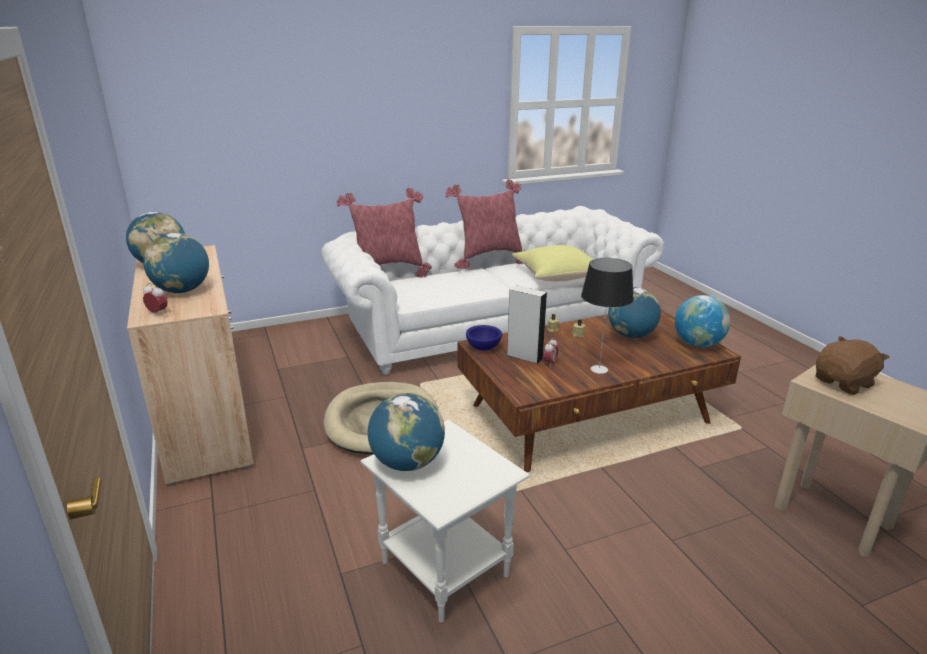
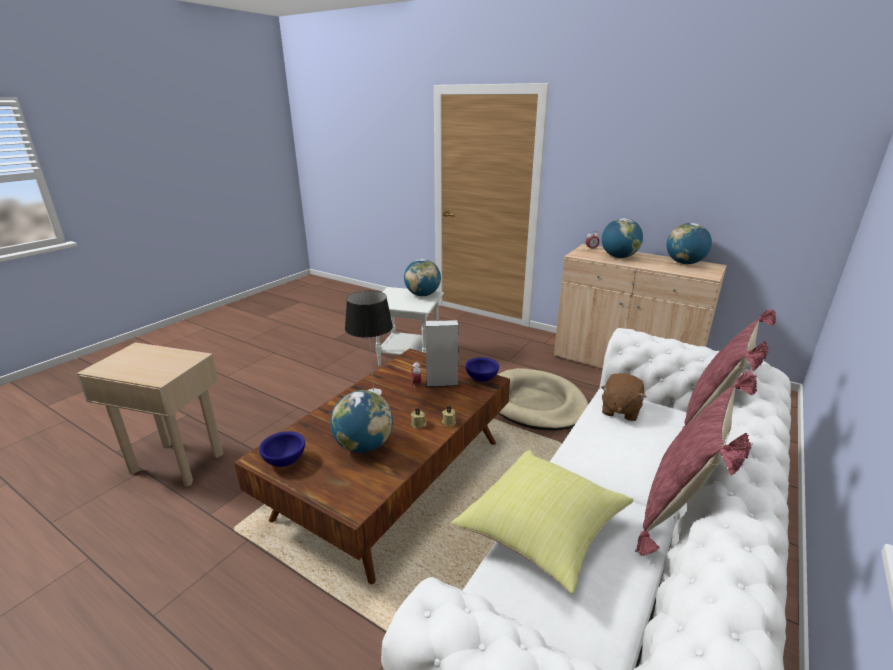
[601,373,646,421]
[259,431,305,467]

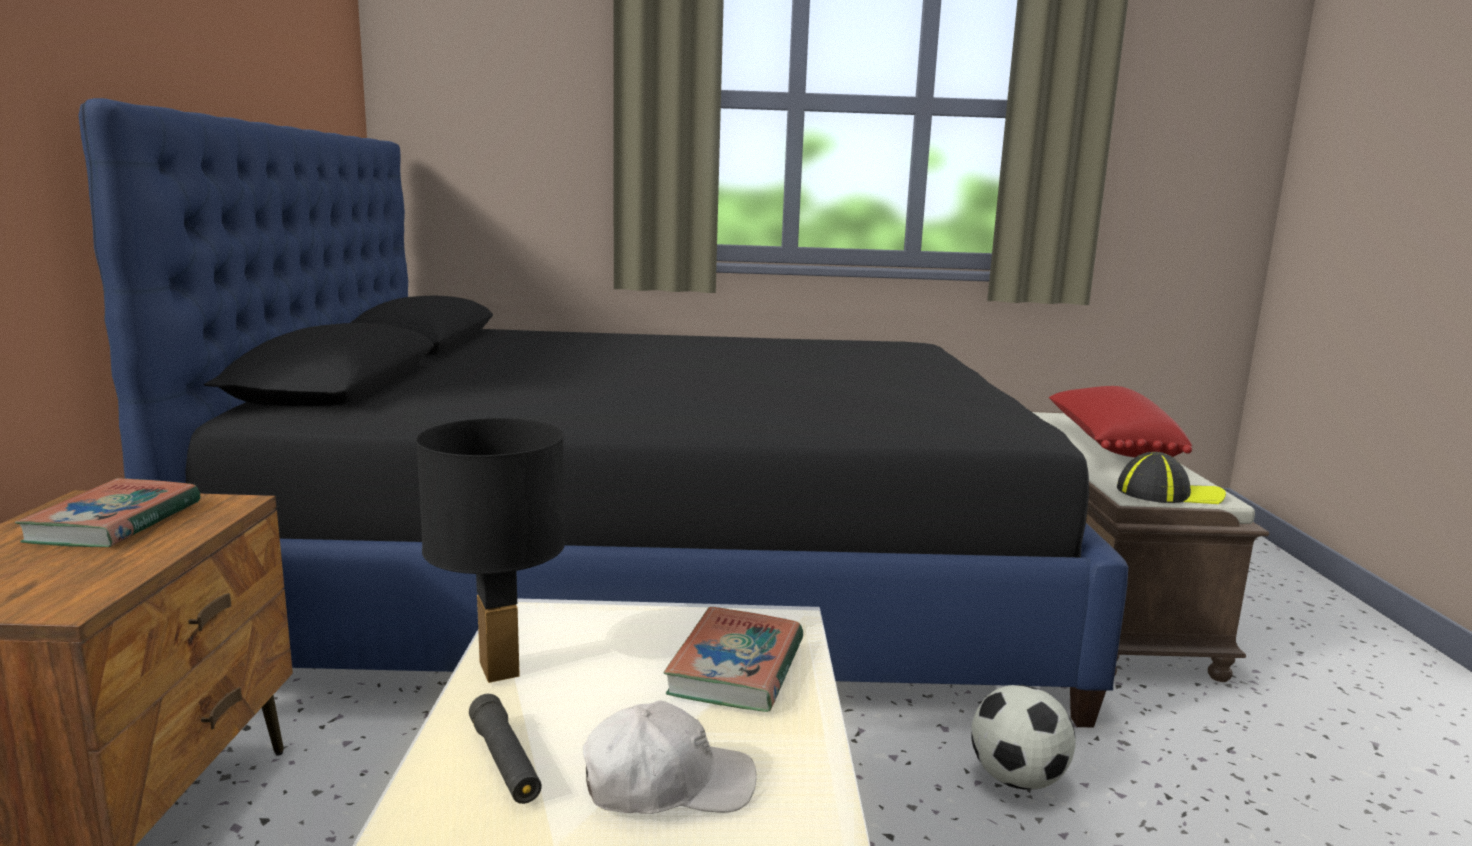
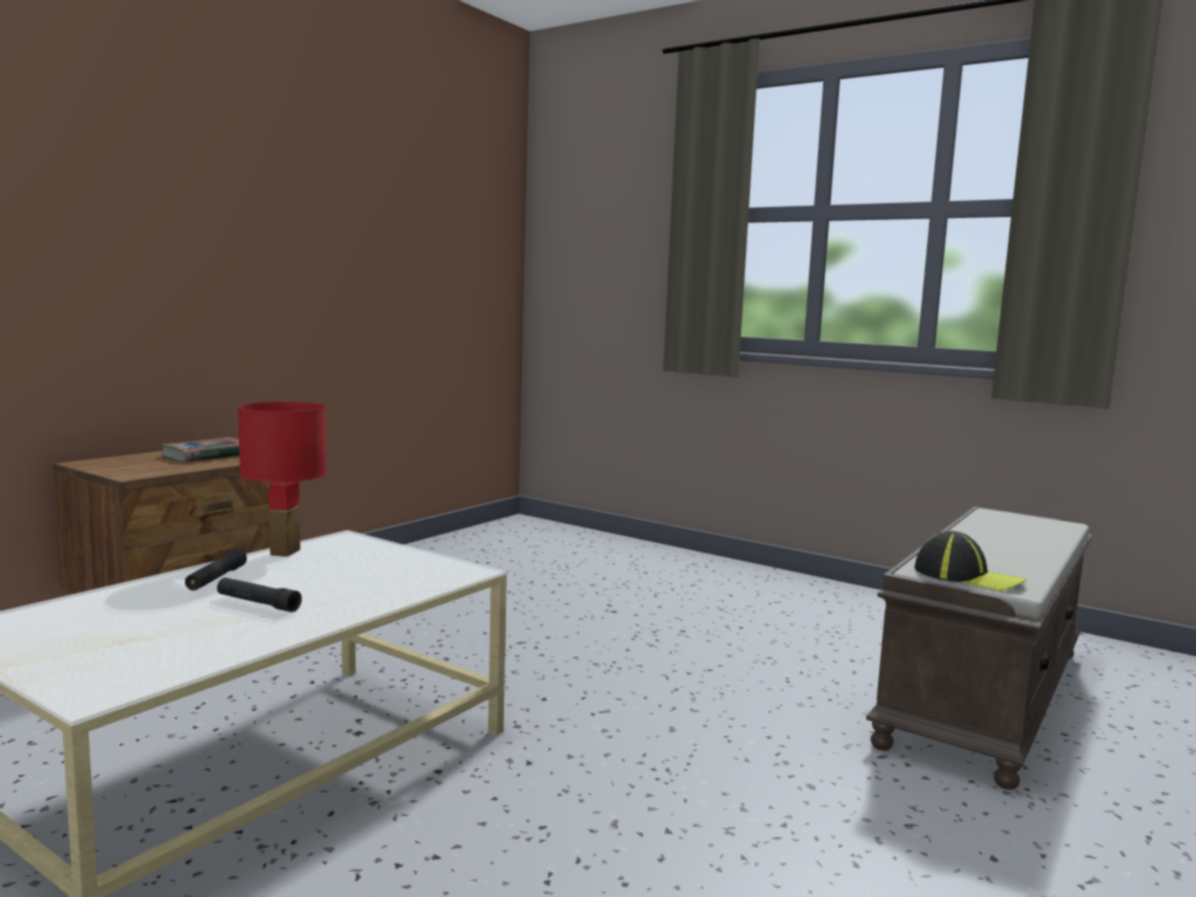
[78,98,1128,728] (first image)
[663,607,803,712] (first image)
[971,685,1076,790] (first image)
[1049,386,1192,457] (first image)
[217,578,302,612]
[238,402,327,557]

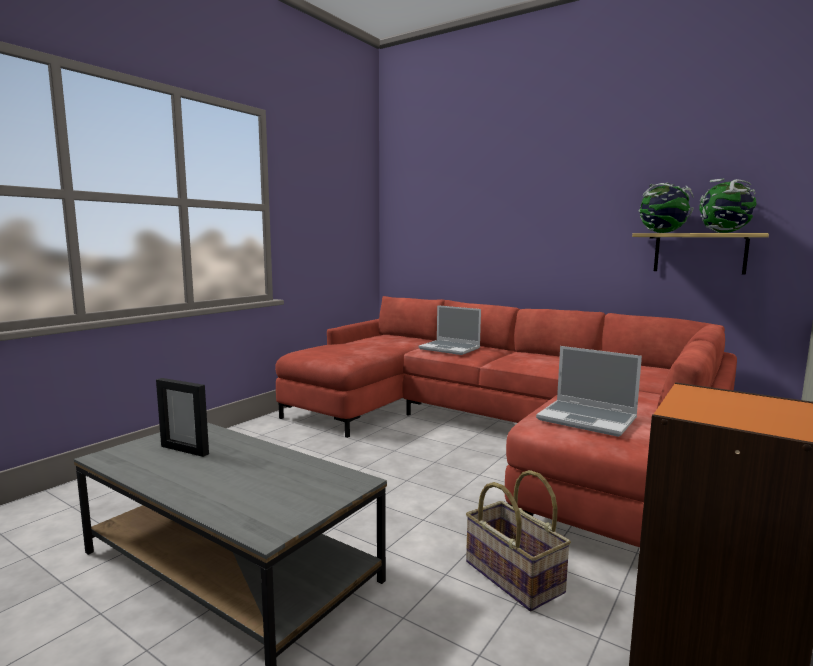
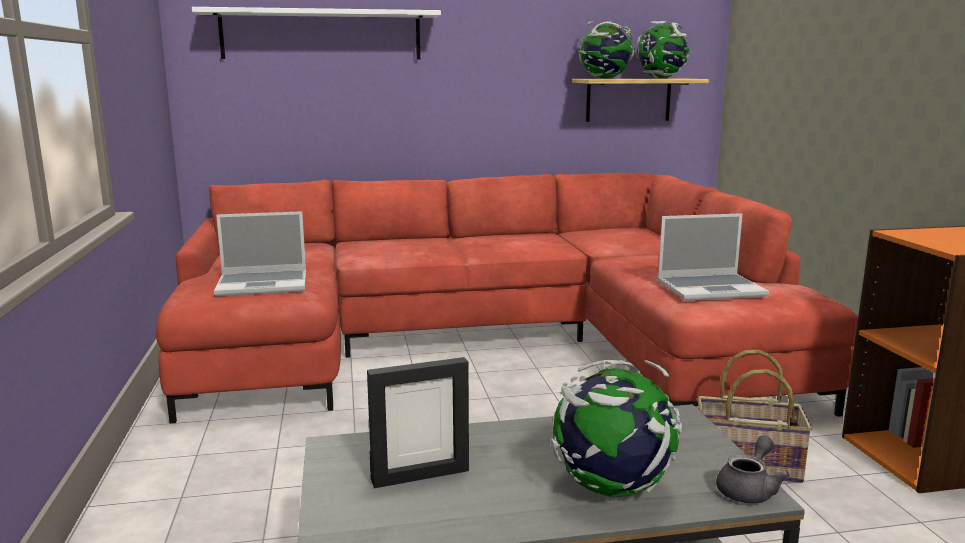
[192,7,441,59]
[550,360,682,497]
[716,435,790,504]
[214,211,306,296]

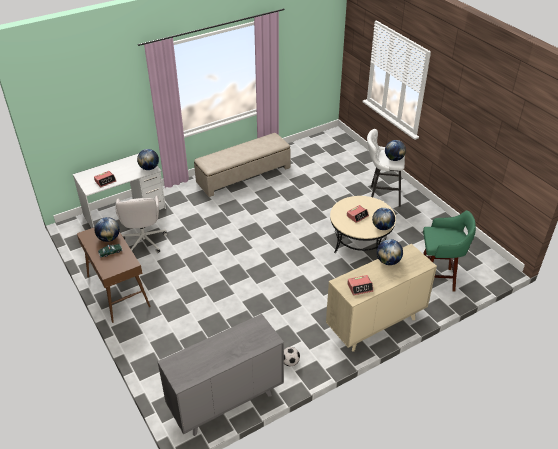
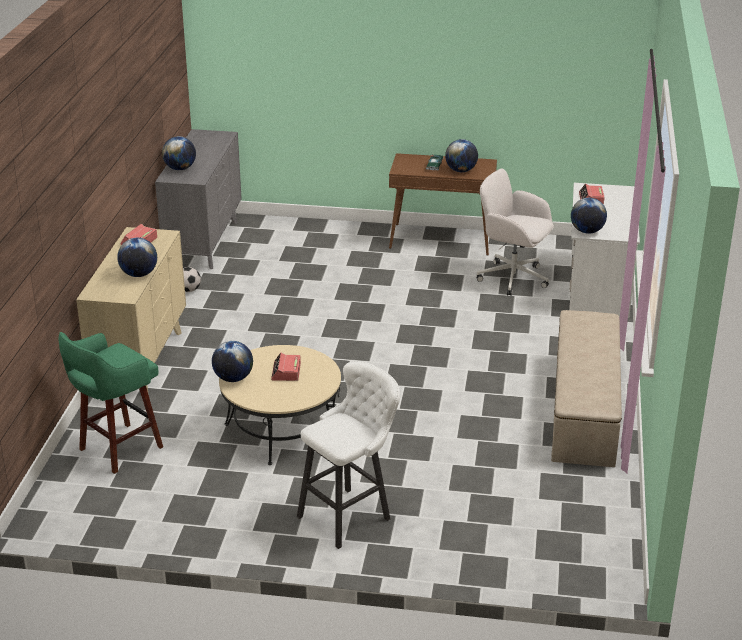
[162,136,196,170]

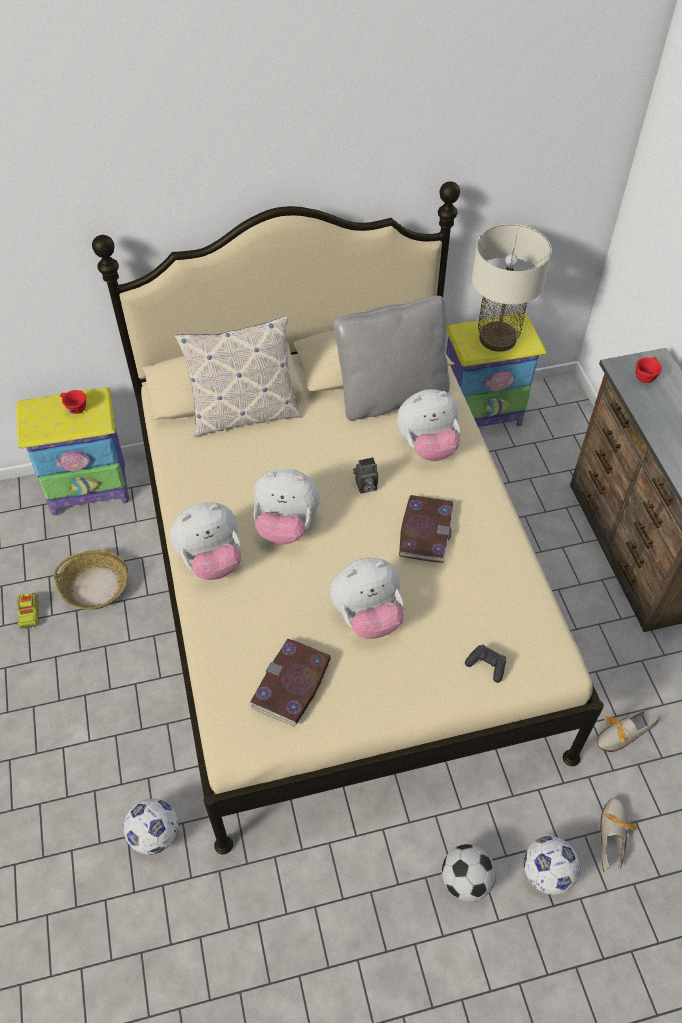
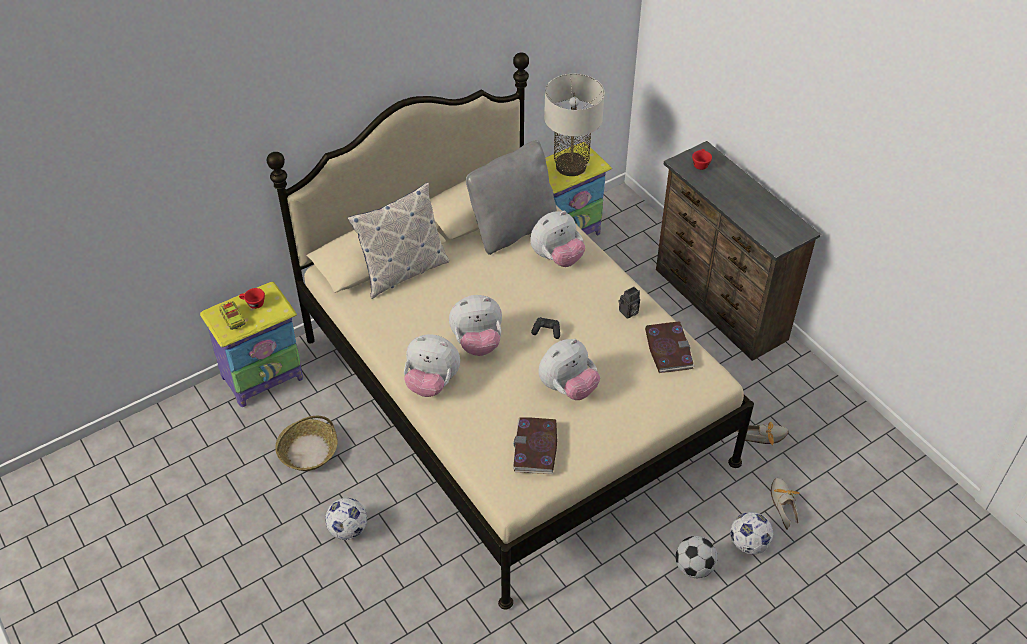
[219,301,246,330]
[325,498,367,540]
[619,287,640,319]
[645,321,695,373]
[531,317,560,339]
[404,334,460,397]
[735,422,789,446]

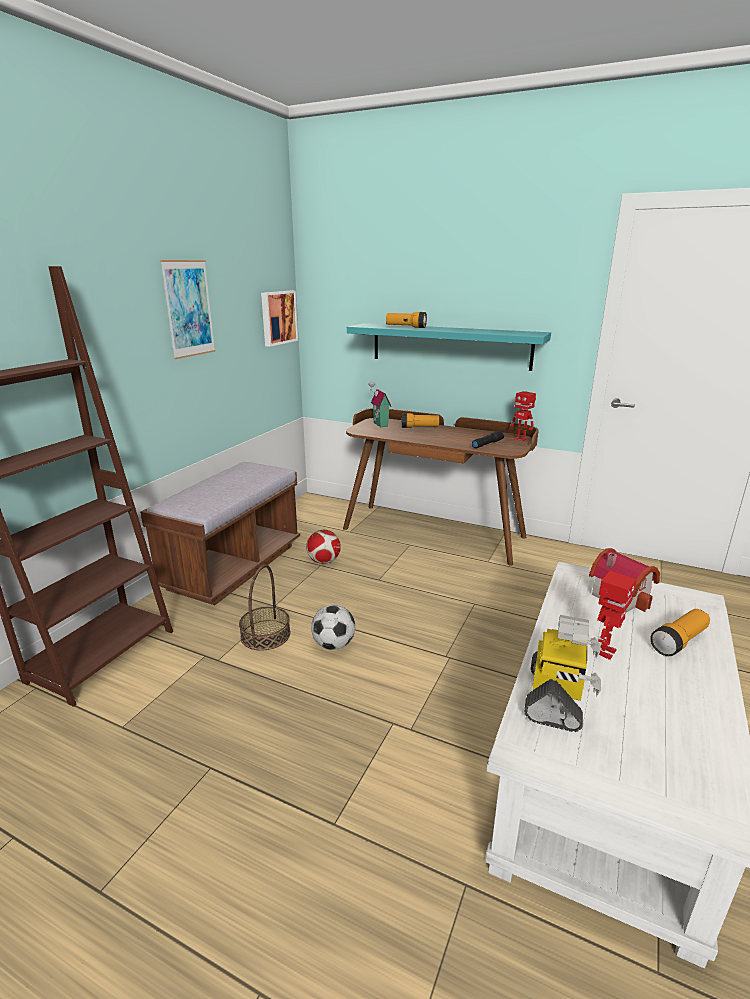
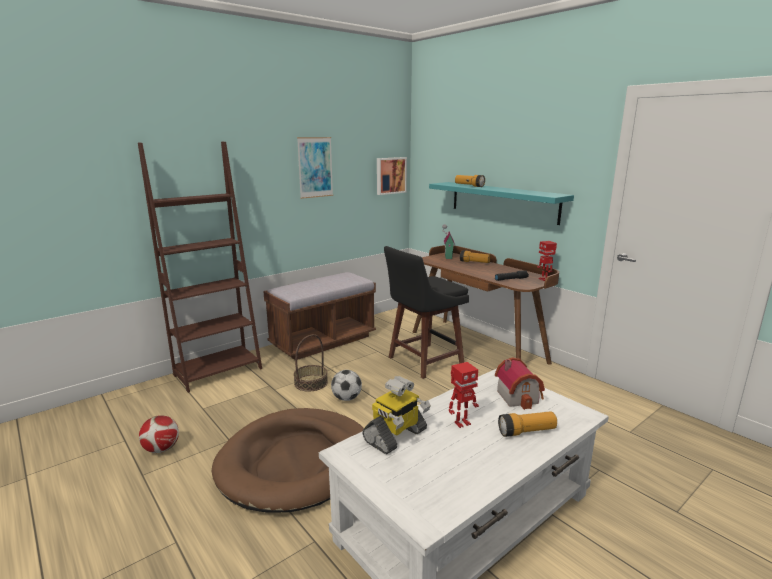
[212,408,364,513]
[384,246,469,379]
[139,415,179,453]

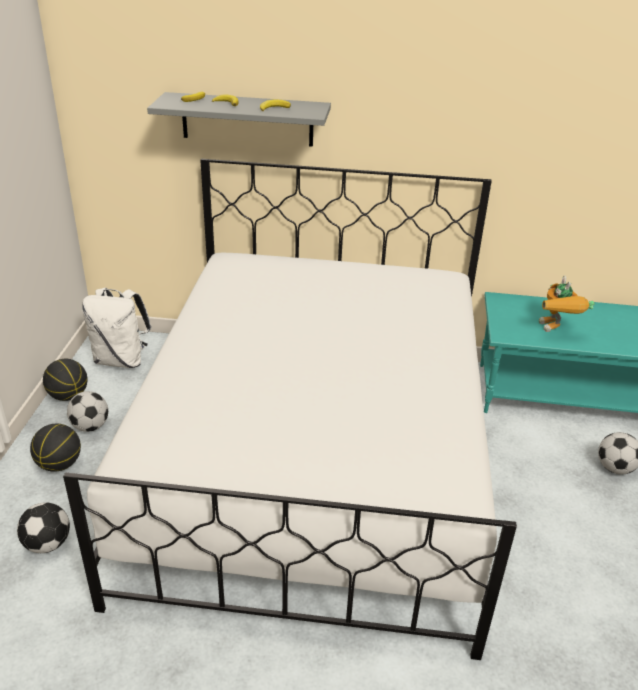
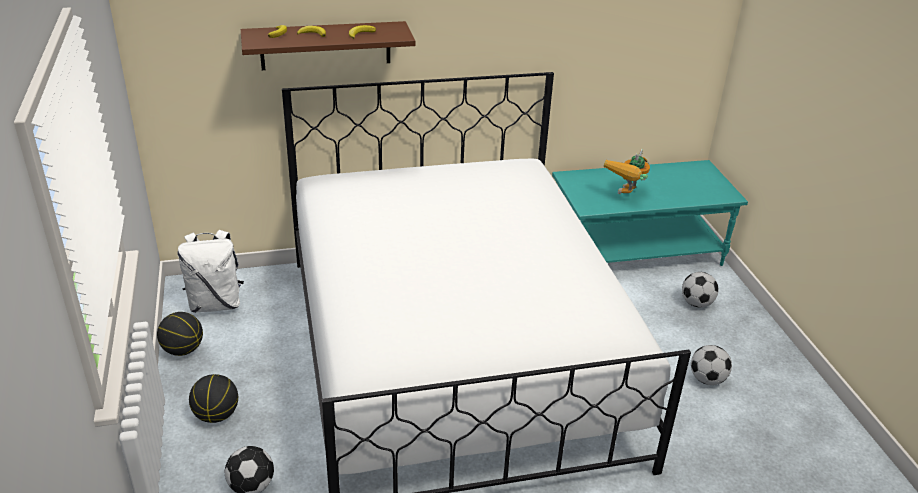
[691,345,732,385]
[241,21,415,70]
[604,149,650,194]

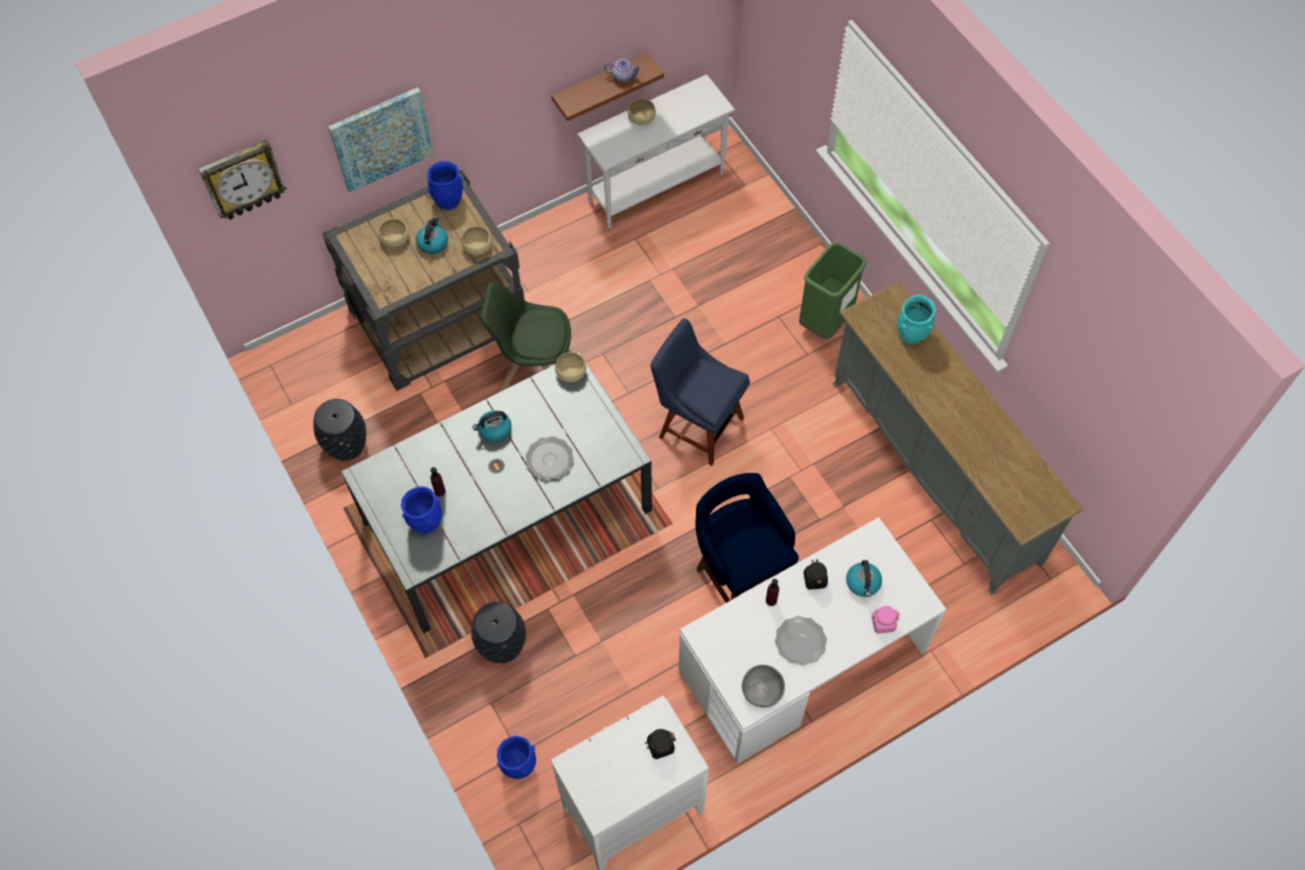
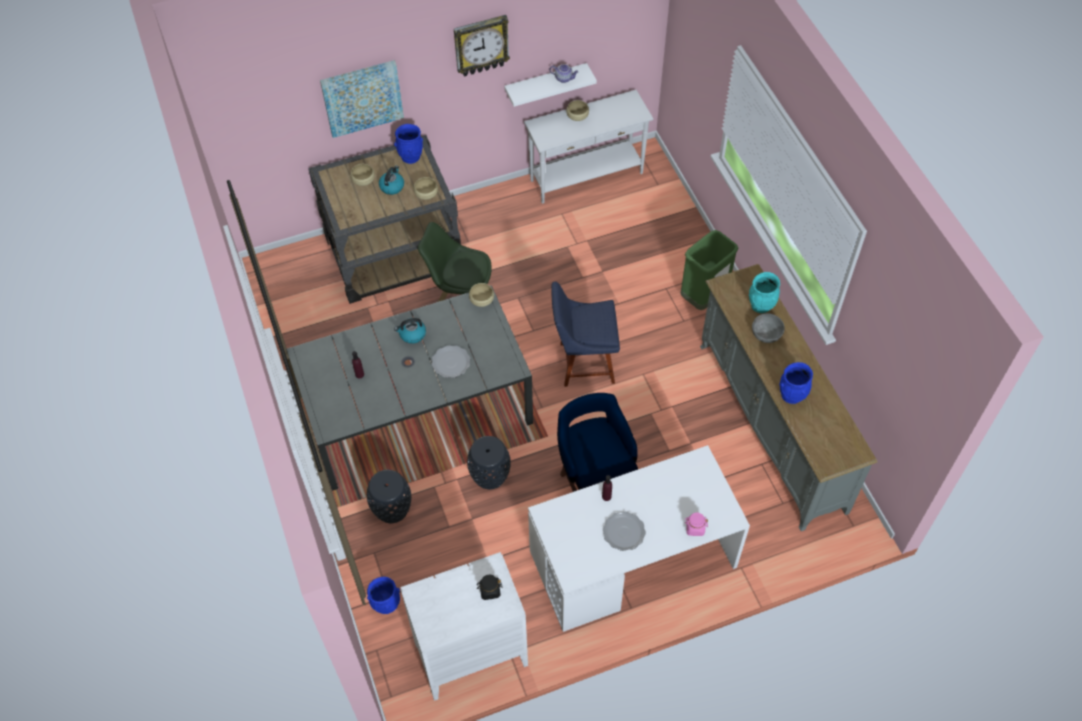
[804,559,828,590] (first image)
[846,560,882,597] (first image)
[454,15,510,77]
[467,436,511,489]
[779,362,813,404]
[752,313,785,343]
[504,63,597,107]
[551,282,620,387]

